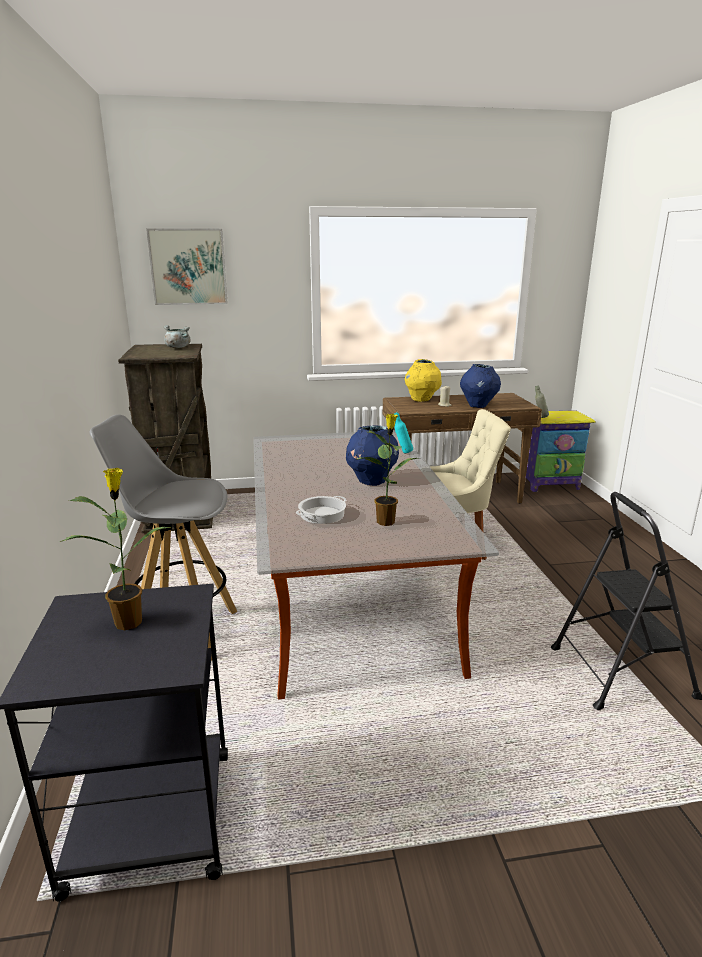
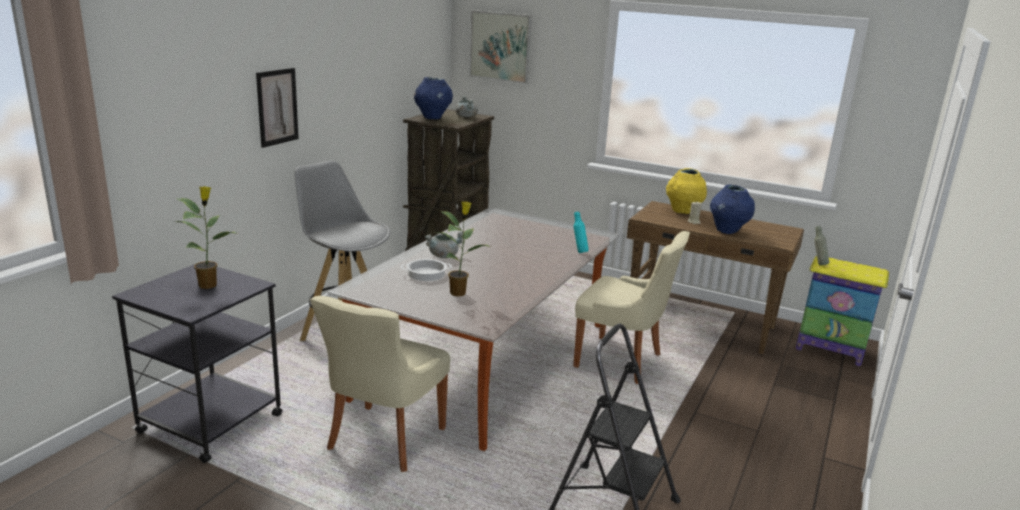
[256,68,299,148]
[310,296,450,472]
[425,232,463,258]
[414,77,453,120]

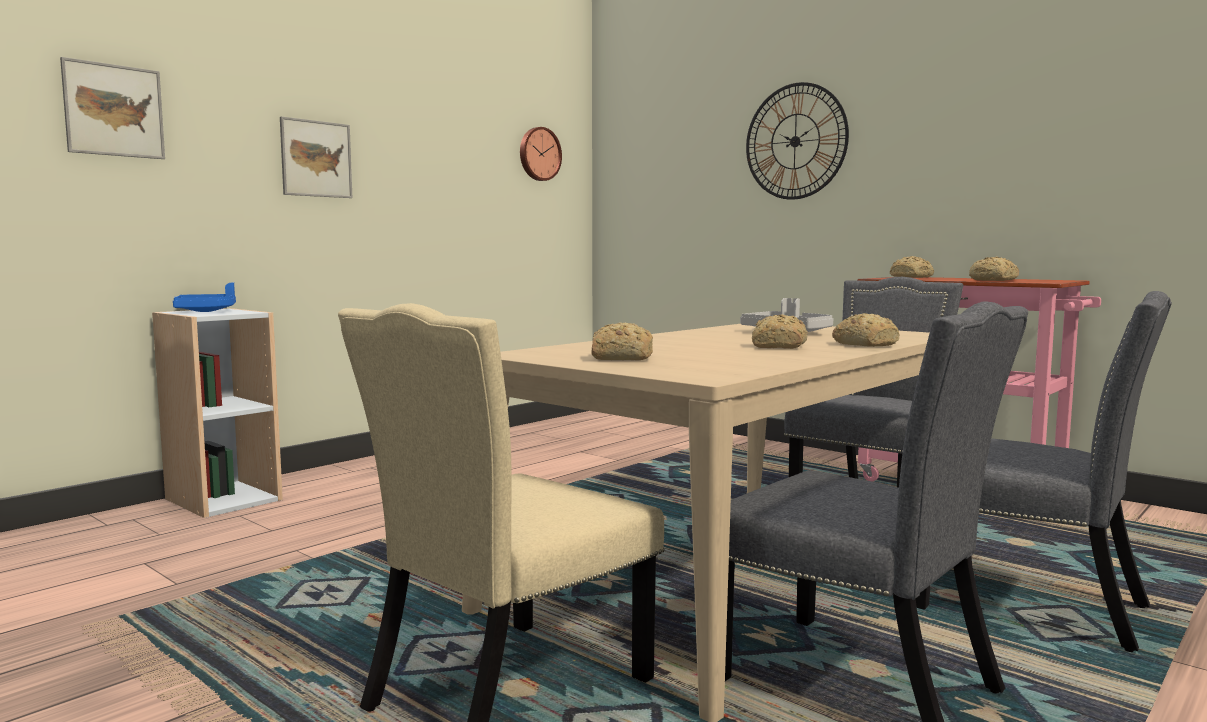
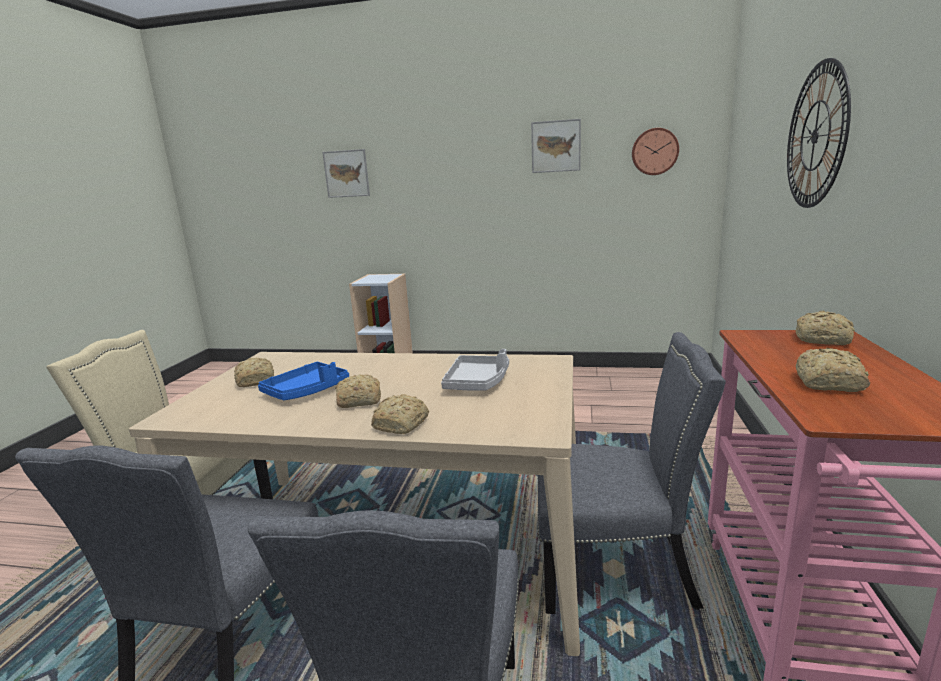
[258,362,349,400]
[531,119,581,173]

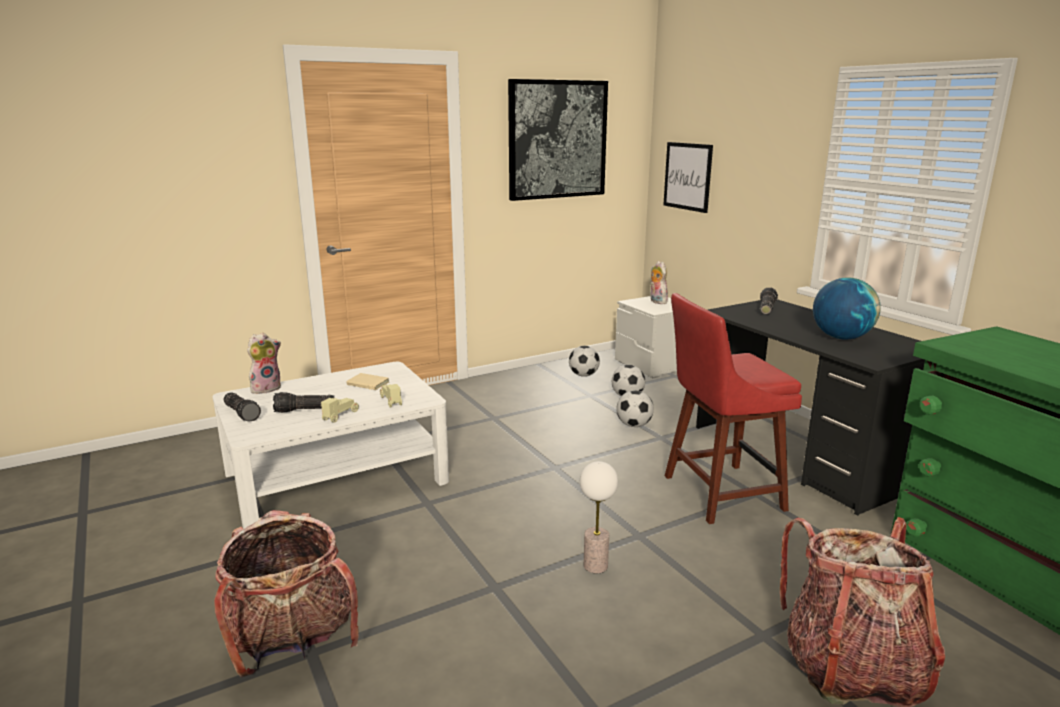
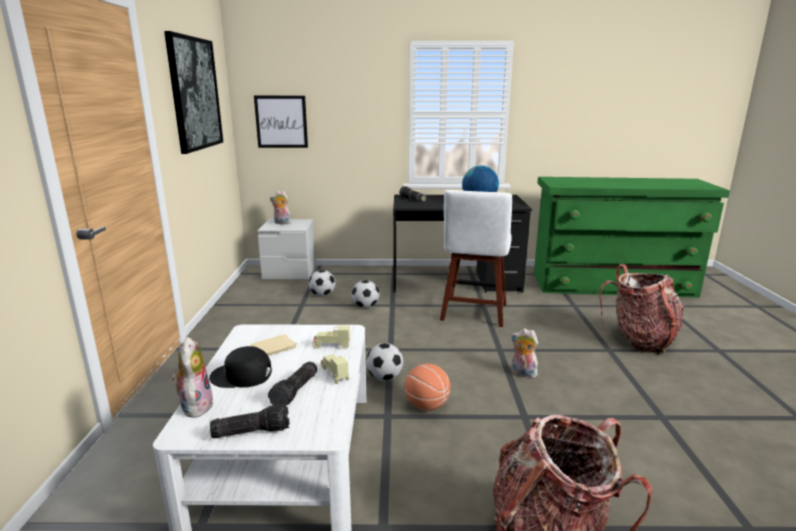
[209,346,272,388]
[405,364,450,411]
[366,343,403,381]
[511,328,538,378]
[440,190,512,327]

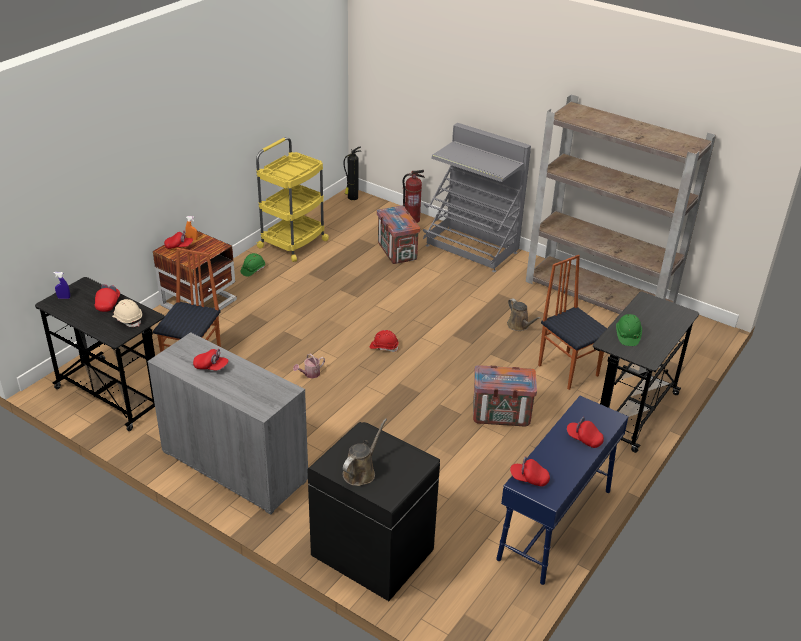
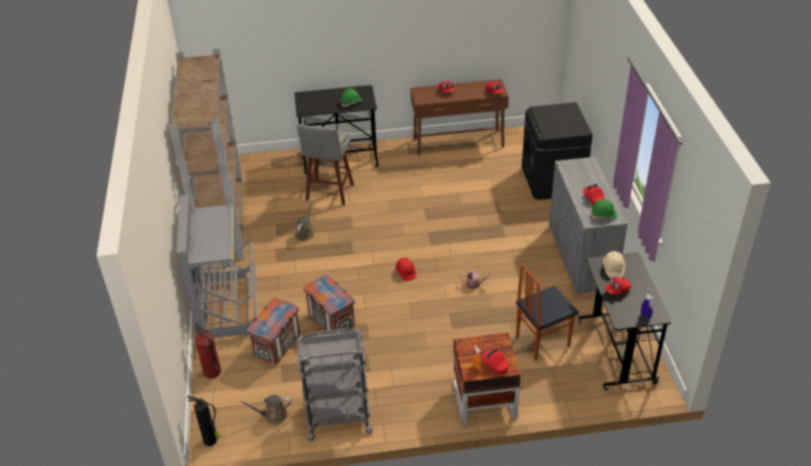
[591,199,617,219]
[240,395,291,424]
[303,274,355,331]
[297,124,354,205]
[297,329,373,441]
[410,79,509,156]

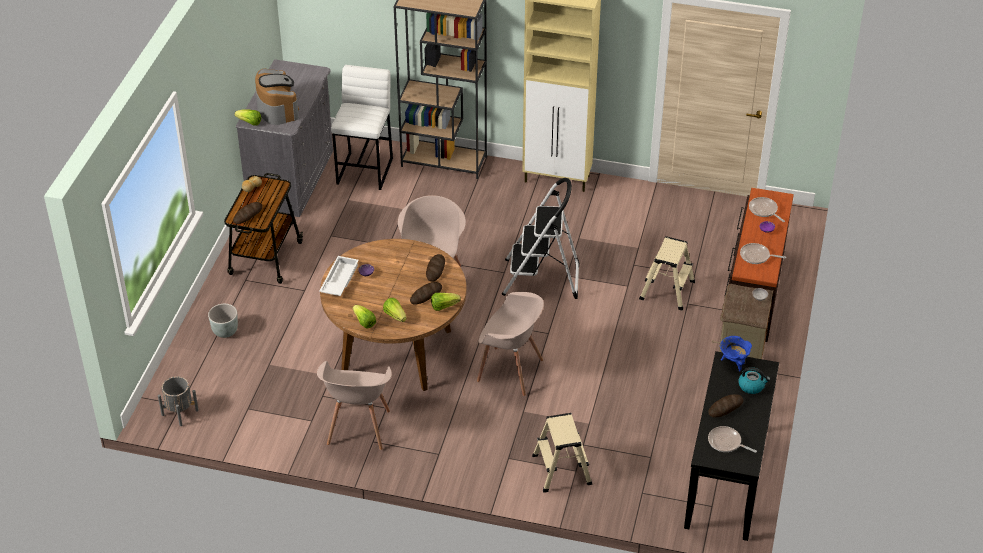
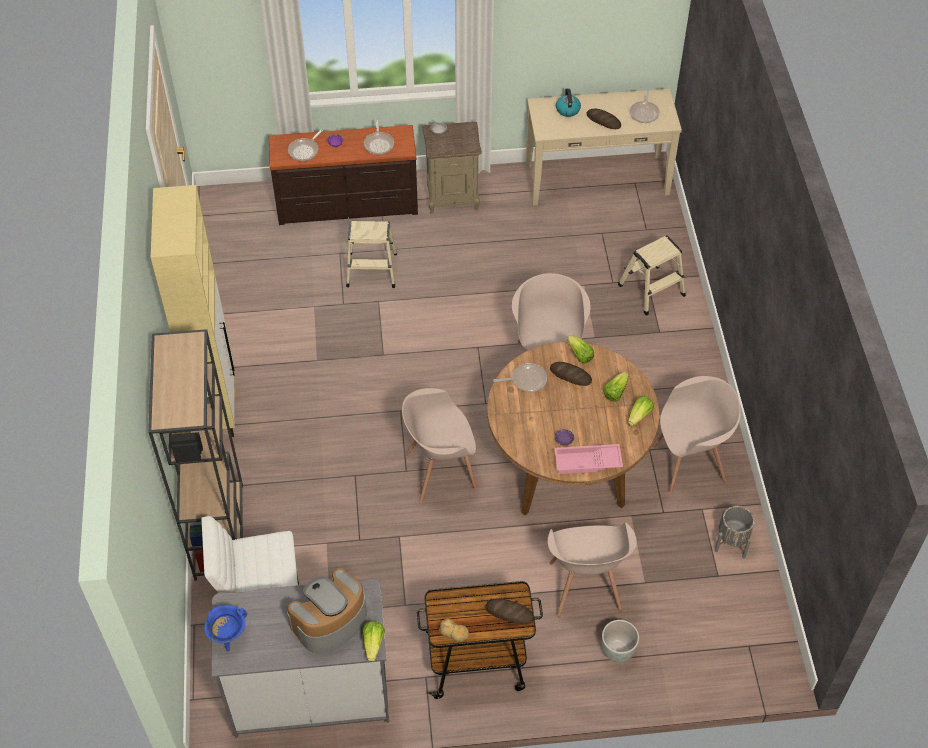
[502,178,579,299] (first image)
[548,522,637,617]
[715,506,755,558]
[204,605,247,651]
[493,363,547,392]
[554,444,623,474]
[525,89,682,206]

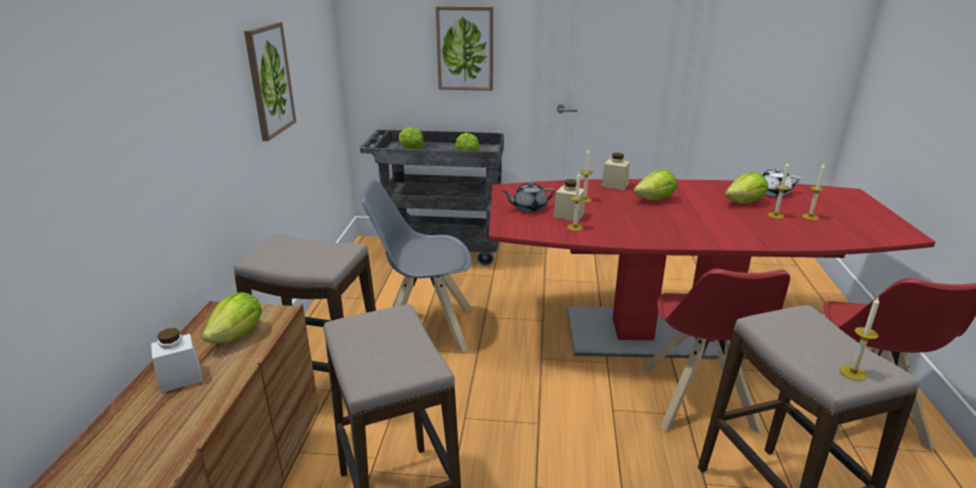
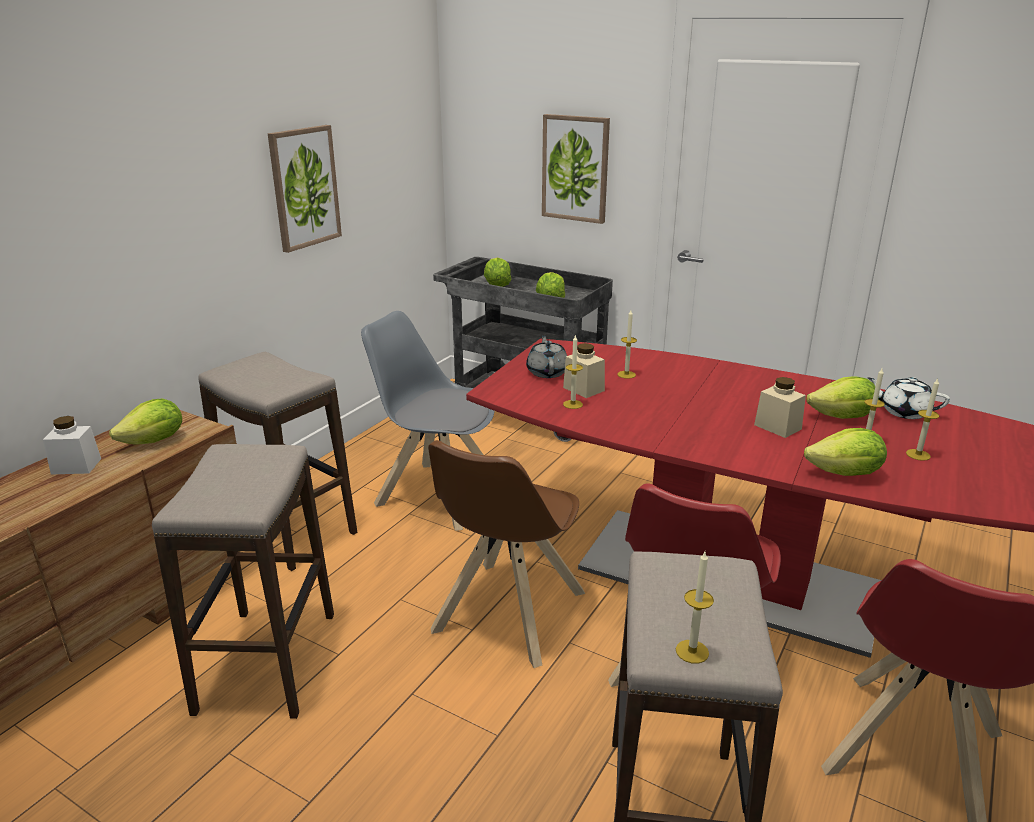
[428,440,585,668]
[754,377,806,438]
[804,428,887,476]
[526,335,567,378]

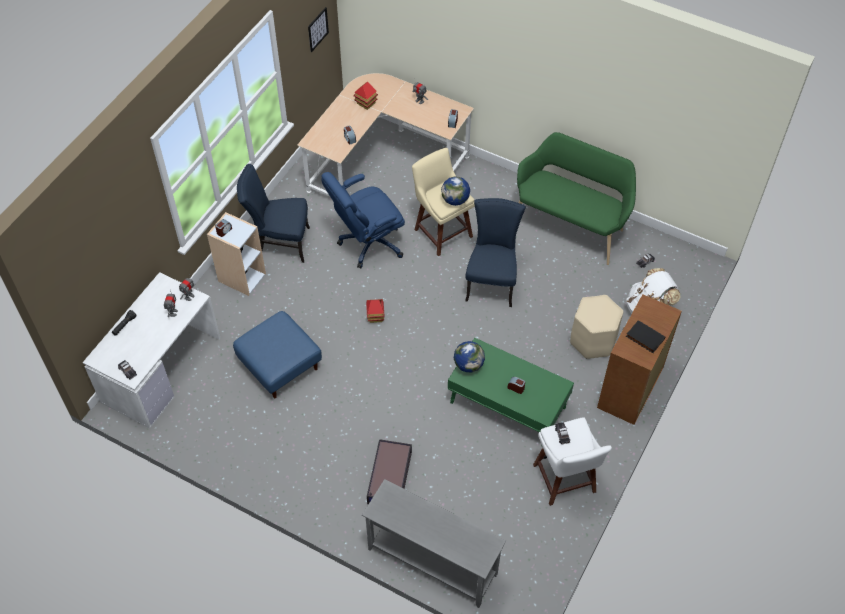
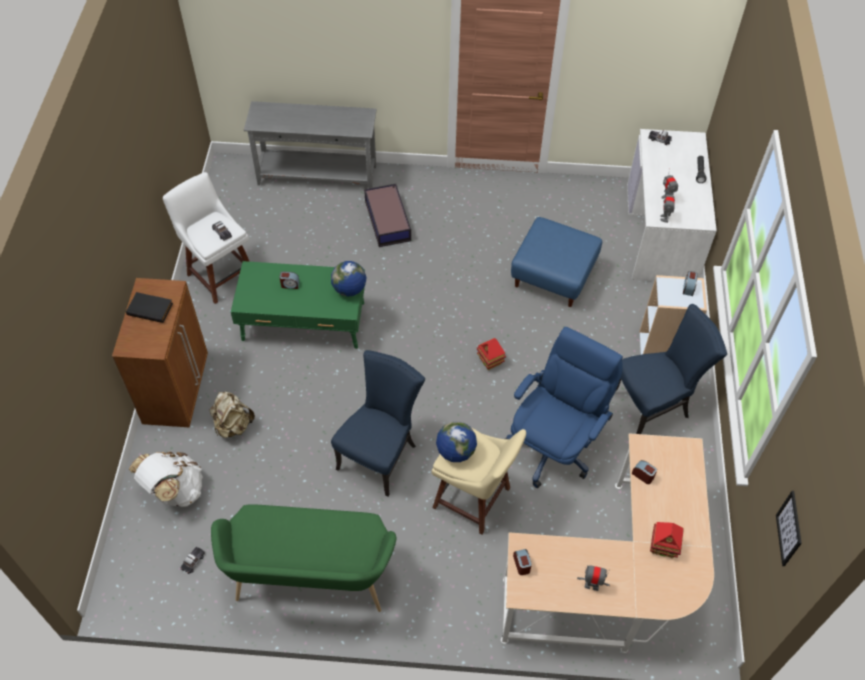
[210,391,255,438]
[331,350,425,497]

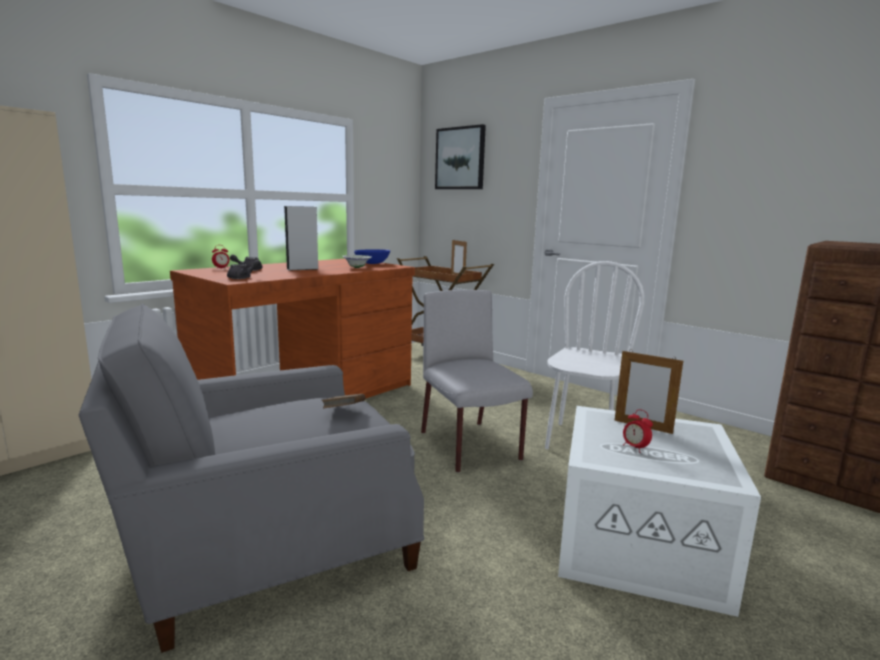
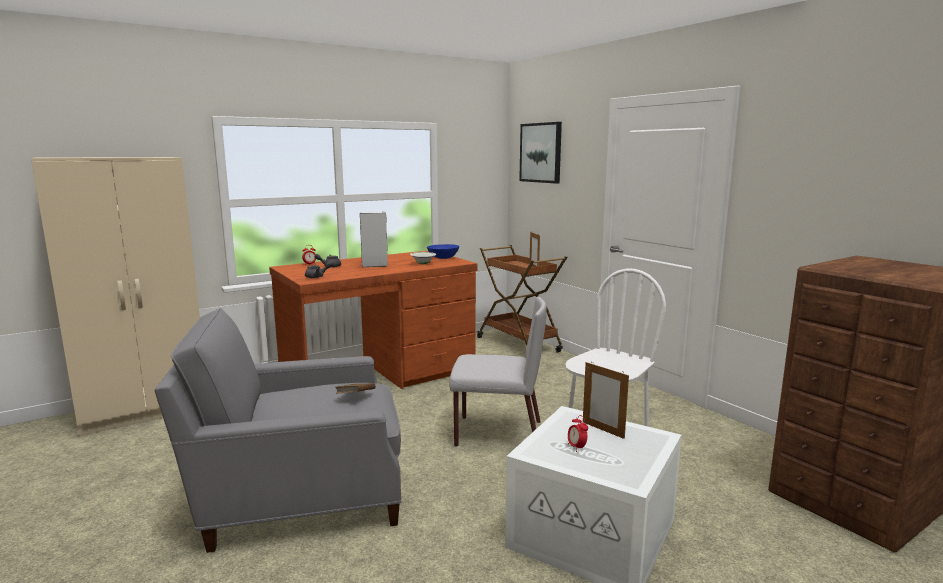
[449,296,547,447]

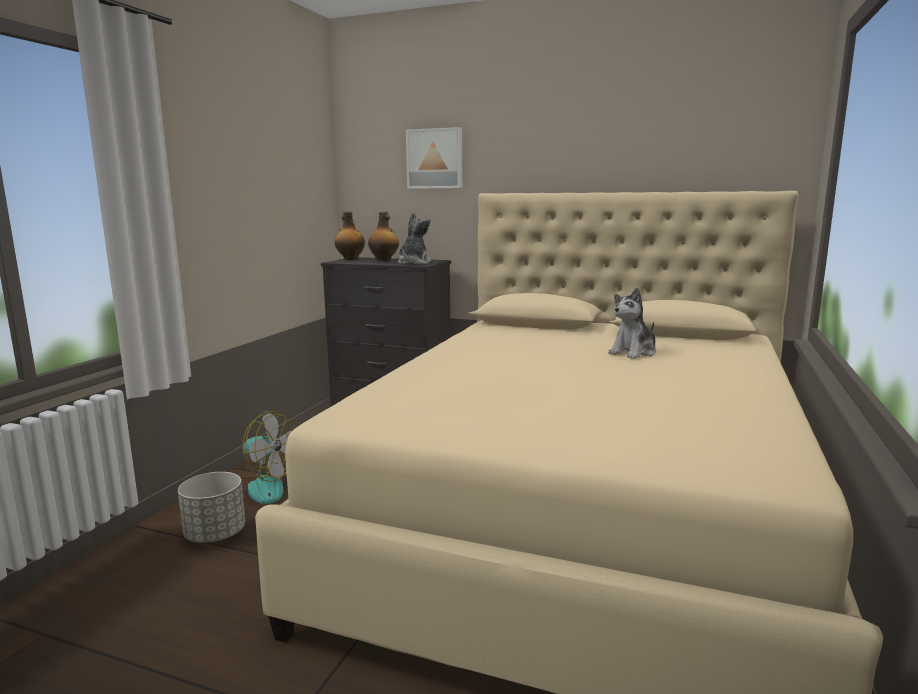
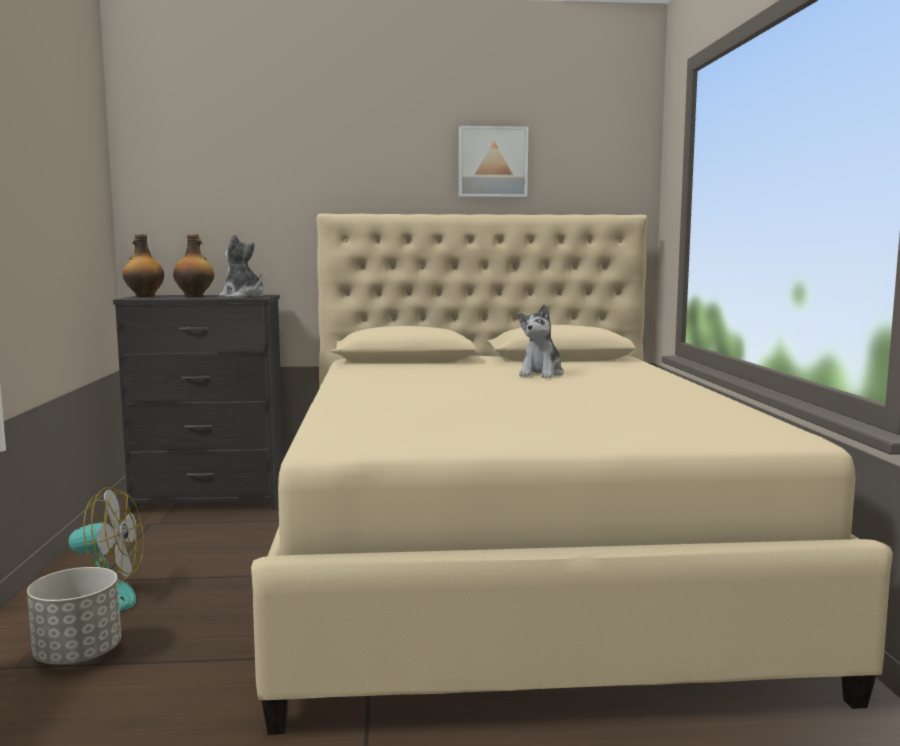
[459,126,528,197]
[219,234,264,298]

